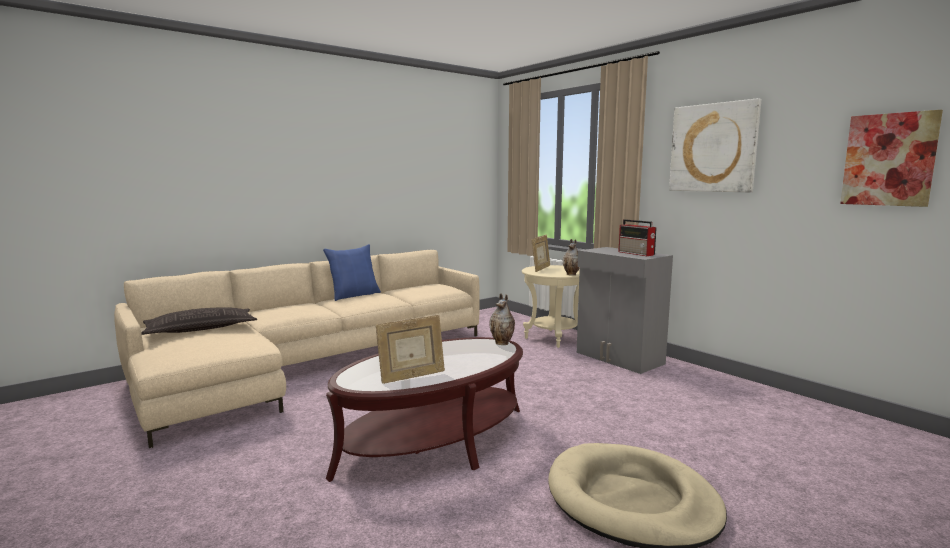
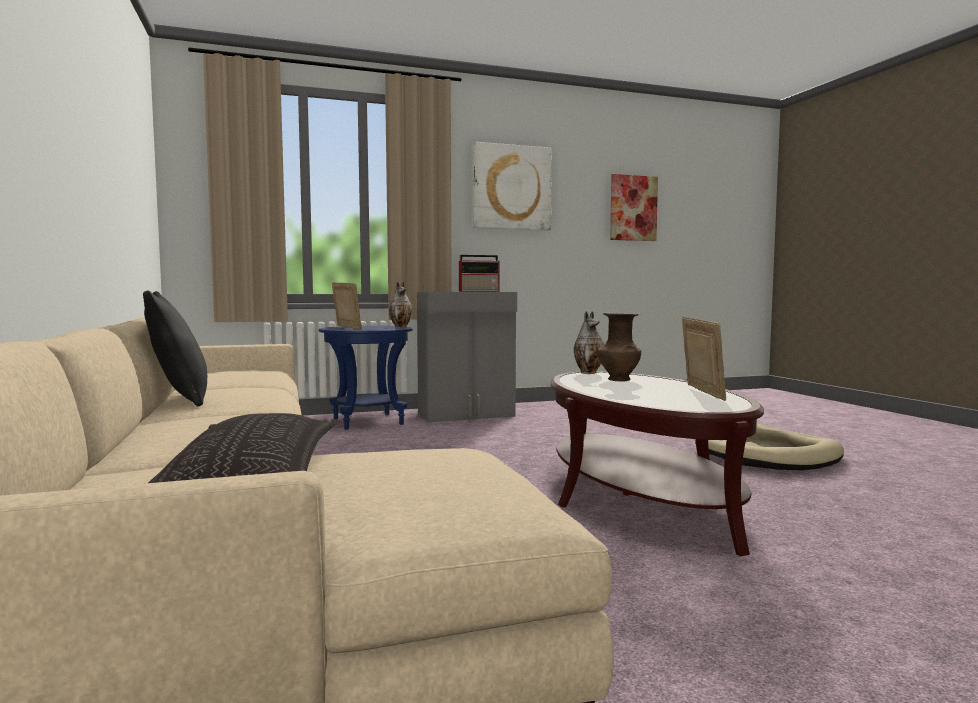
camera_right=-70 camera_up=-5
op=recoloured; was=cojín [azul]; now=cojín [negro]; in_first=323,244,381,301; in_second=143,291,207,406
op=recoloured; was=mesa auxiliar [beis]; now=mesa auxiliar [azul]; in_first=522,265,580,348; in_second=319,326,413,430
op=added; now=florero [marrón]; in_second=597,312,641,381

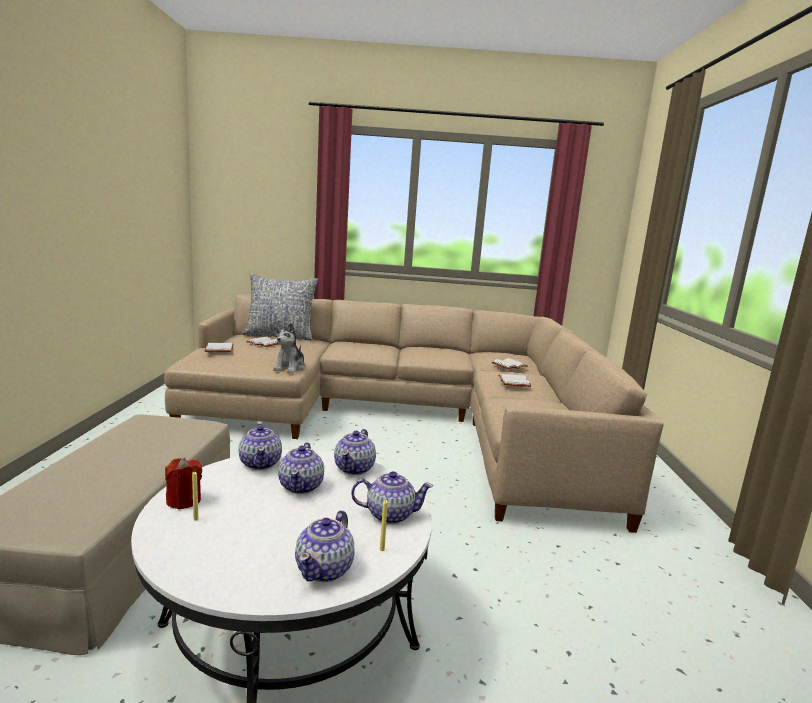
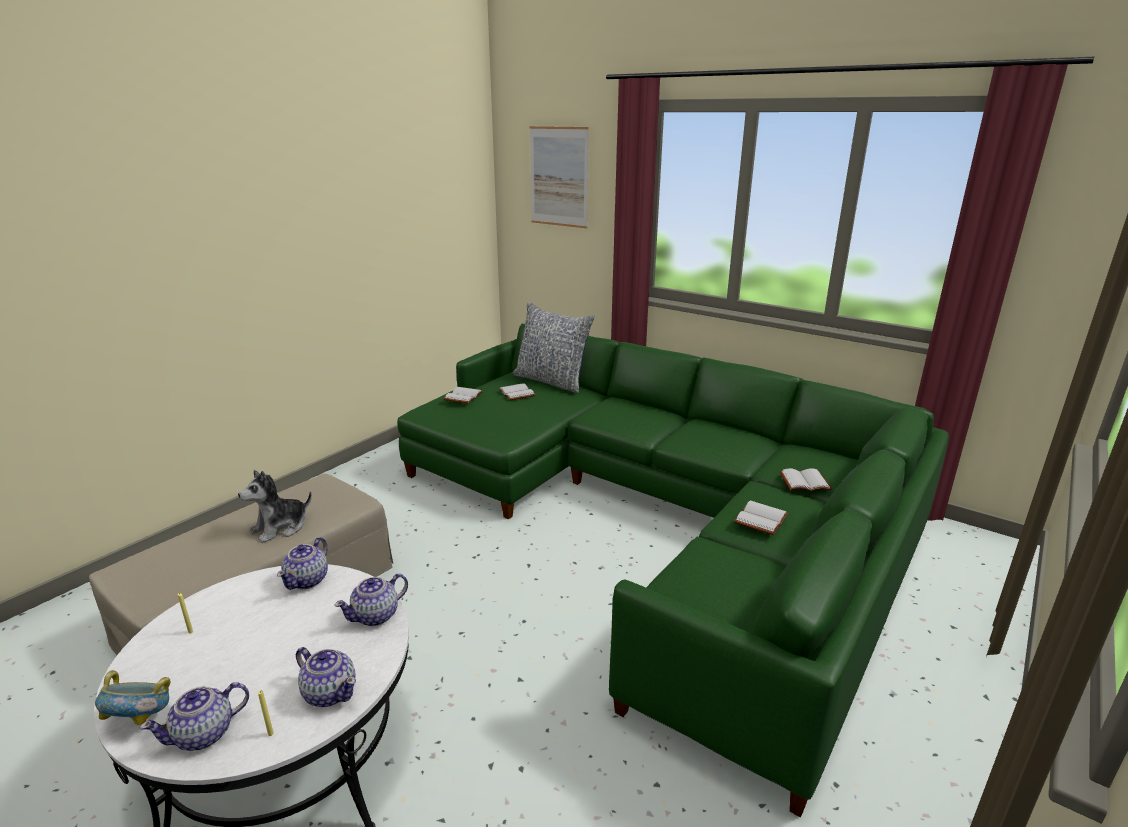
camera_right=35 camera_up=10
op=recoloured; was=sofá [beis]; now=sofá [verde]; in_first=164,294,664,533; in_second=397,324,949,818
op=removed; was=vela [rojo]; in_first=165,457,202,509
op=moved; was=peluche; in_first=273,323,305,373; in_second=238,470,312,543
op=removed; was=tetera; in_first=278,442,324,494
op=added; now=cuenco; in_second=95,670,170,725
op=added; now=cuadro; in_second=530,126,589,228

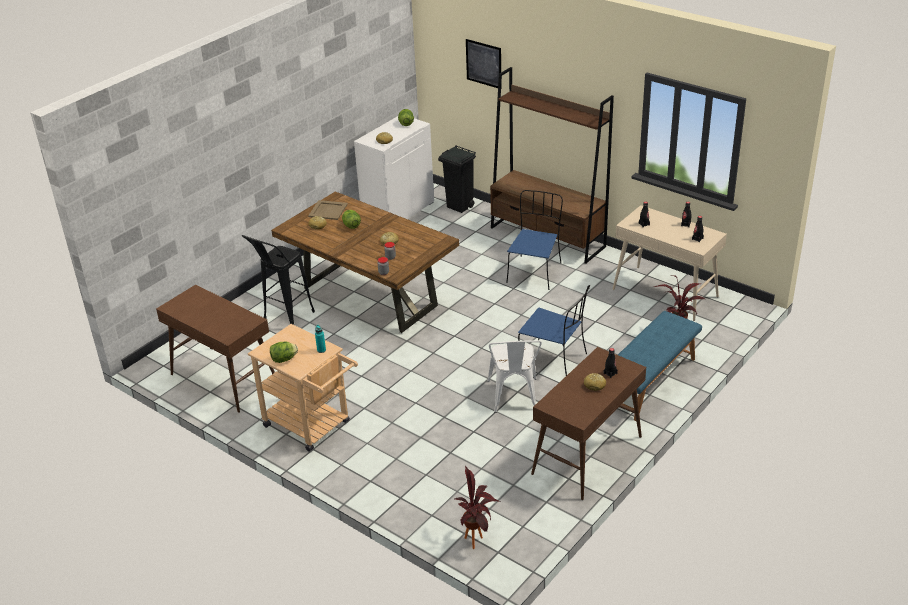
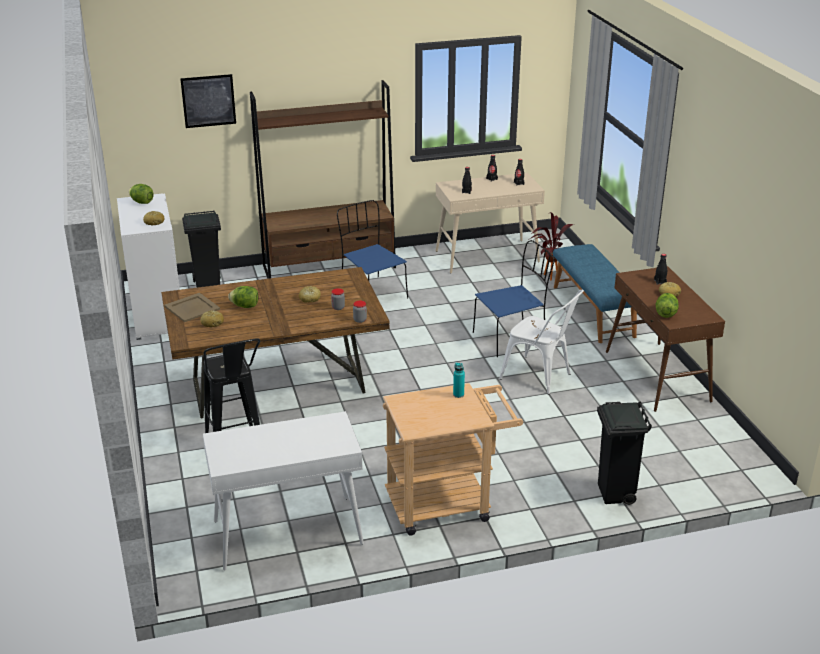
camera_right=-55 camera_up=-5
op=recoloured; was=mesa consola [marrón]; now=mesa consola [blanco]; in_first=156,285,275,413; in_second=203,411,364,571
op=moved; was=lechuga; in_first=270,342,298,363; in_second=656,293,679,318
op=removed; was=planta en maceta; in_first=453,465,500,549
op=added; now=papelera [negro]; in_second=597,401,652,505

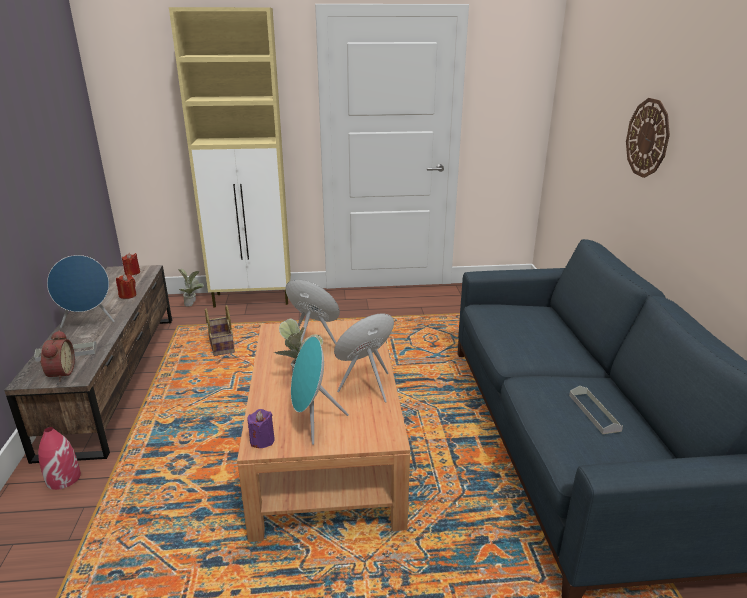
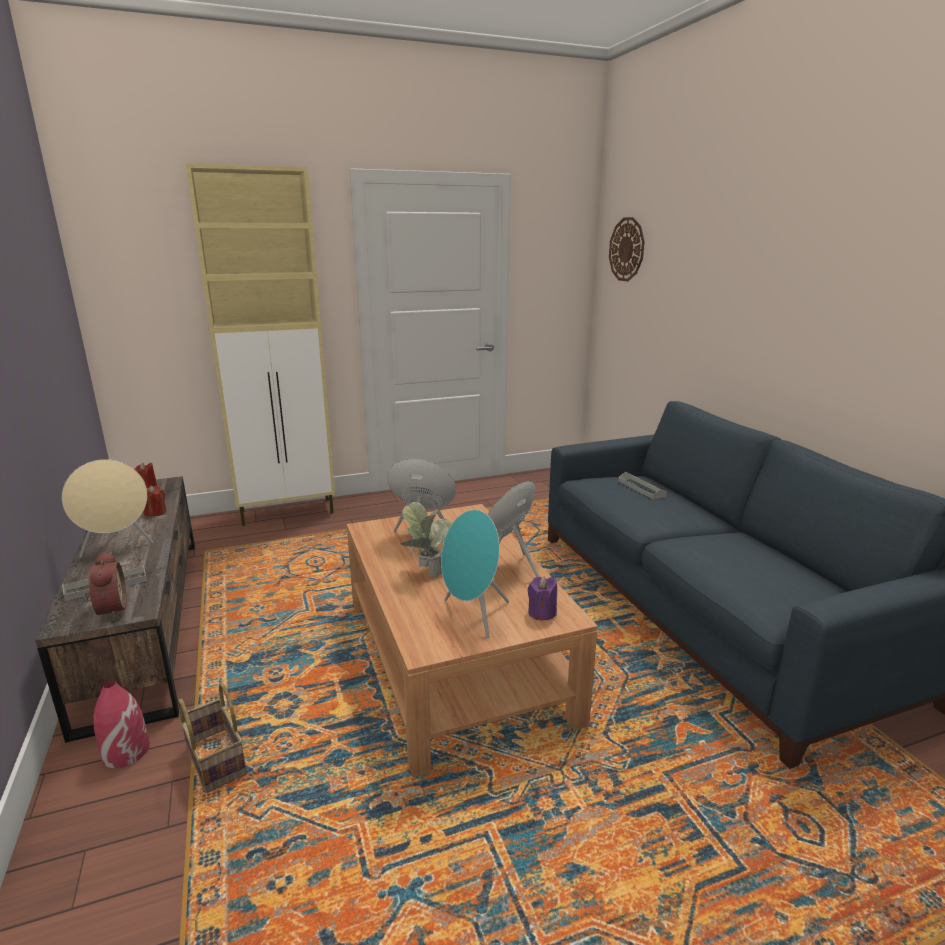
camera_right=-15 camera_up=-5
op=recoloured; was=altavoz [azul]; now=altavoz [beis]; in_first=47,255,115,328; in_second=62,459,154,558
op=removed; was=planta en maceta; in_first=179,269,204,306
op=moved; was=cesta; in_first=205,305,235,356; in_second=178,683,247,793
op=moved; was=vela [morado]; in_first=247,409,275,448; in_second=528,577,557,620
op=moved; was=bandeja [gris]; in_first=569,386,623,434; in_second=618,472,667,499
op=moved; was=reloj de pared; in_first=626,98,670,178; in_second=609,217,645,281

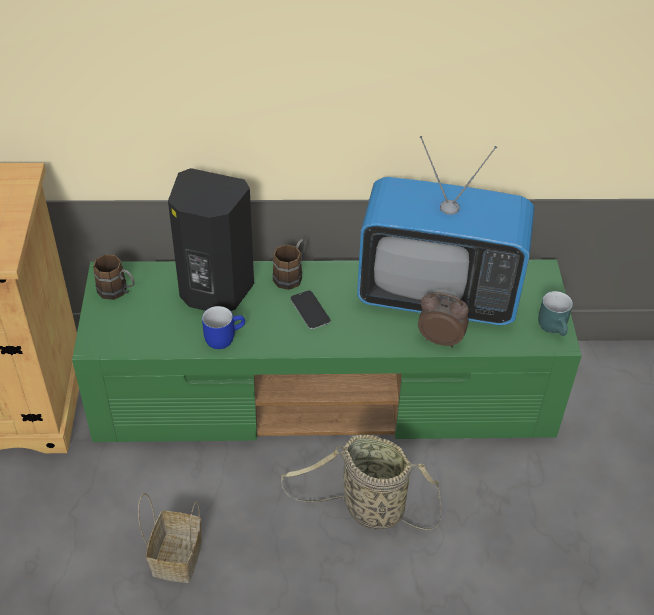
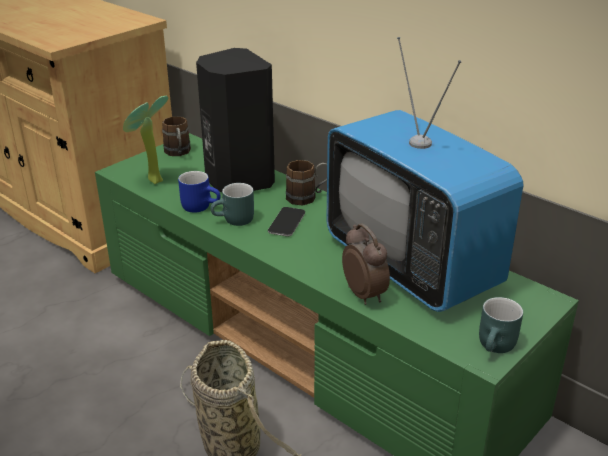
camera_right=45 camera_up=-15
op=removed; was=cesta; in_first=138,493,202,583
op=added; now=planta en maceta; in_second=123,96,168,184
op=added; now=taza grande [turquesa]; in_second=211,183,254,226

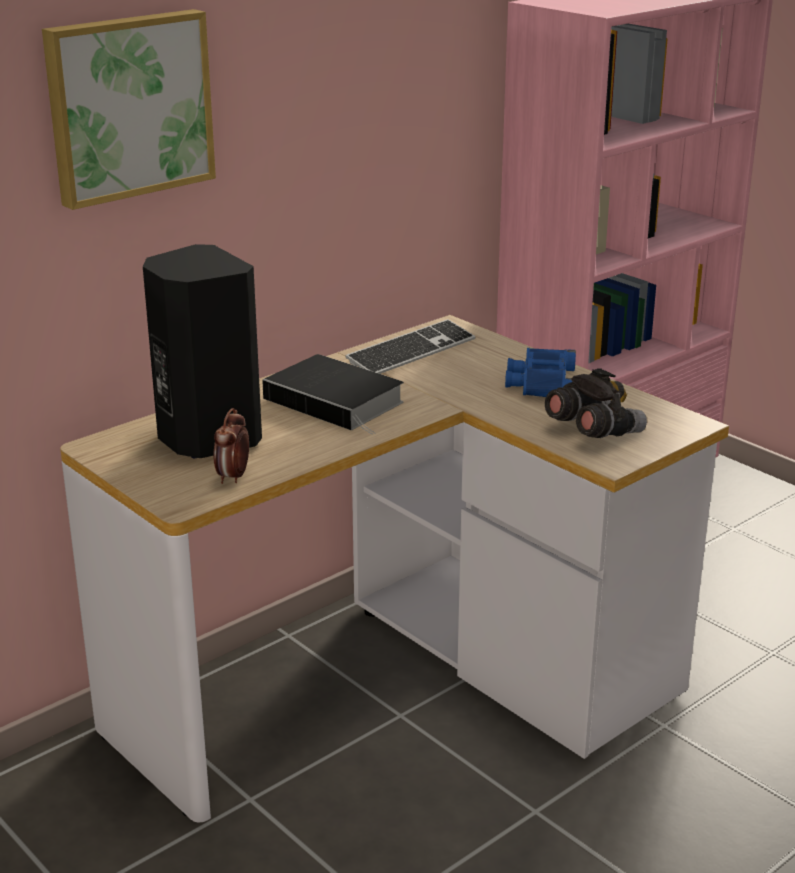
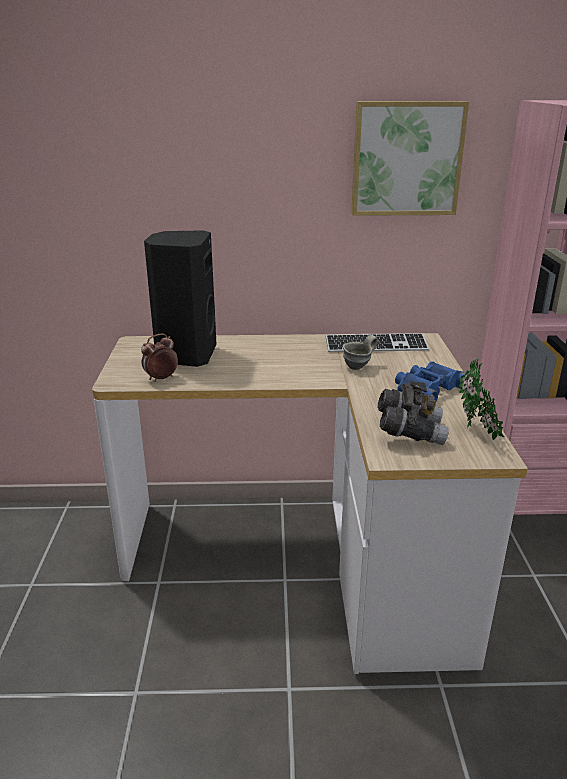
camera_right=40 camera_up=0
op=moved; was=cuadro; in_first=42,9,216,210; in_second=351,101,469,216
op=removed; was=libro; in_first=262,354,404,435
op=added; now=taza grande [gris]; in_second=343,335,378,370
op=added; now=planta en maceta; in_second=458,359,505,440

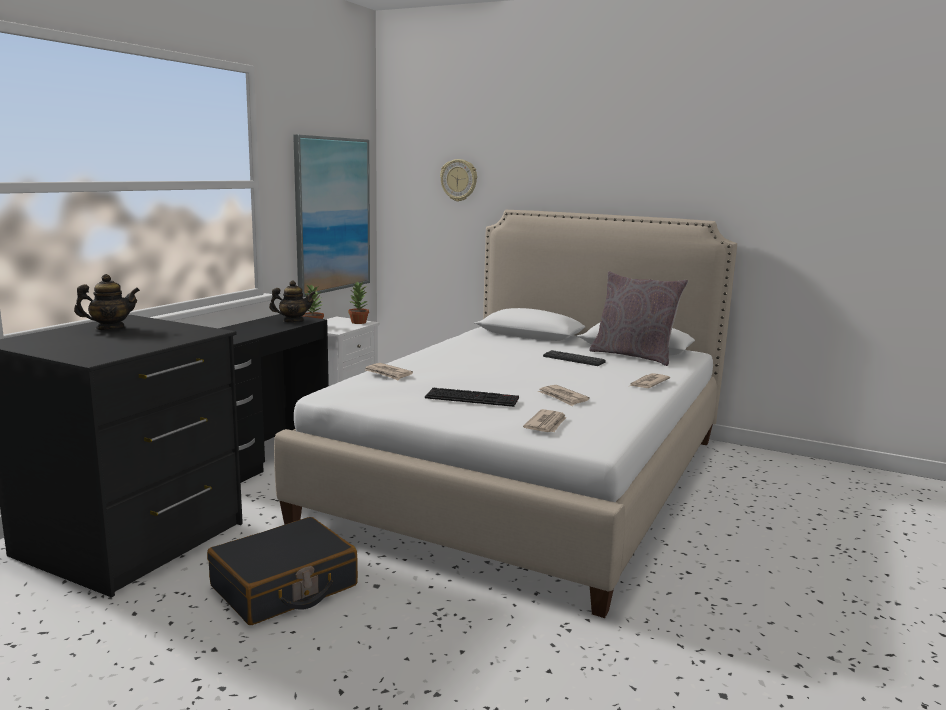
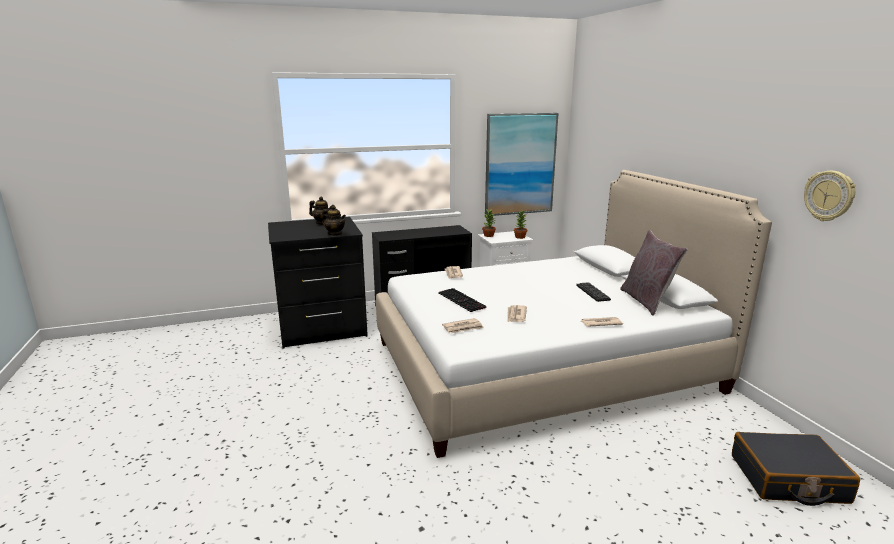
camera_right=45 camera_up=5
op=moved; was=maleta [negro]; in_first=207,517,358,625; in_second=732,432,860,506
op=moved; was=tetera; in_first=269,280,316,322; in_second=322,205,346,235
op=moved; was=reloj de pared; in_first=440,159,477,202; in_second=804,171,856,221

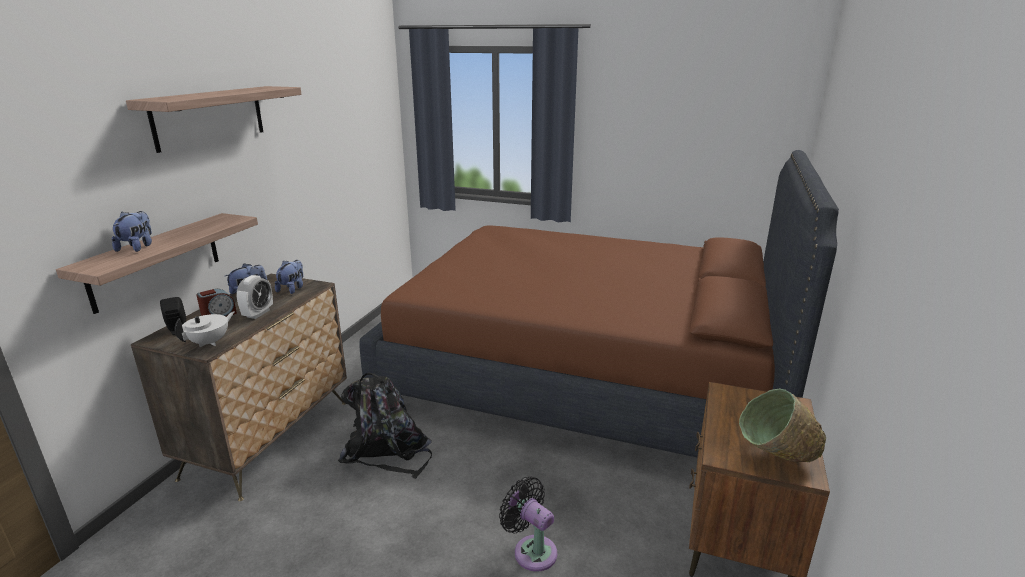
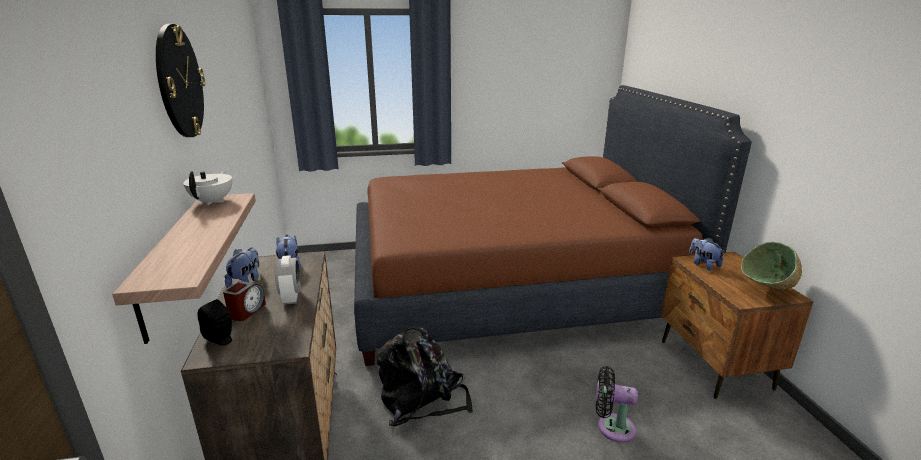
camera_right=-30 camera_up=0
op=moved; was=peluche; in_first=112,211,152,252; in_second=689,238,725,271
op=replaced; was=estante; now=reloj de pared; in_first=126,86,302,153; in_second=156,24,205,137
op=moved; was=tetera [blanco]; in_first=174,311,235,347; in_second=183,170,232,206

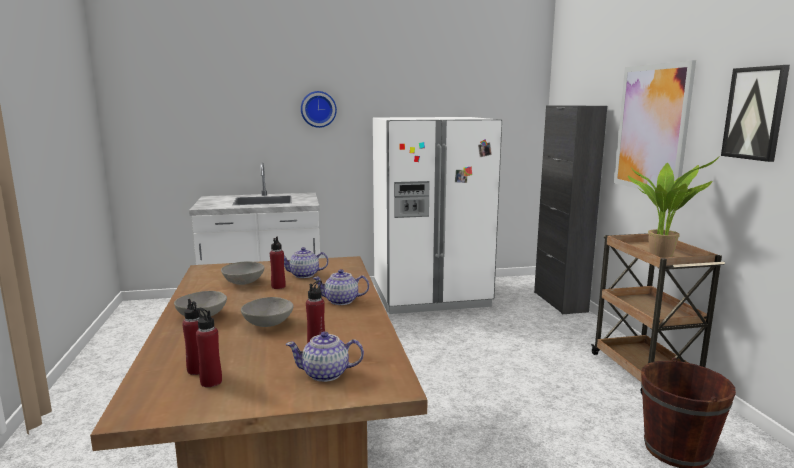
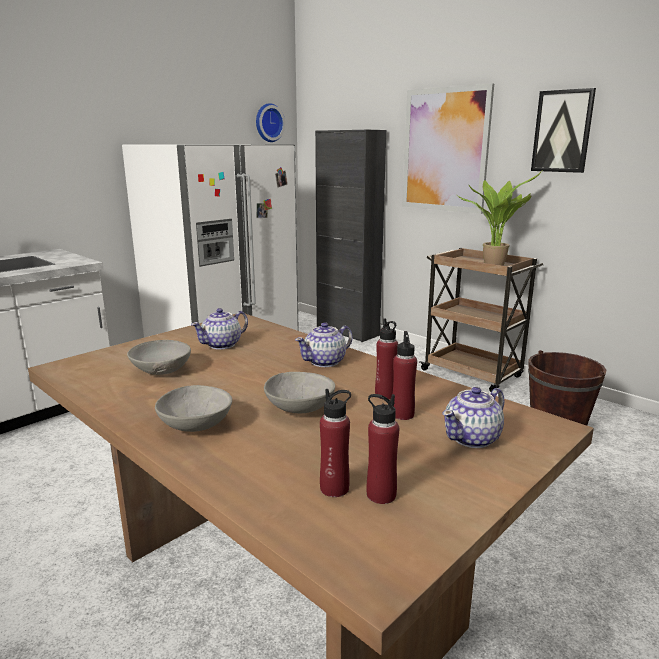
camera_right=-35 camera_up=5
op=moved; was=botella [rojo]; in_first=270,236,286,289; in_second=375,318,398,400
op=moved; was=reloj de pared; in_first=301,91,337,128; in_second=256,103,285,142

